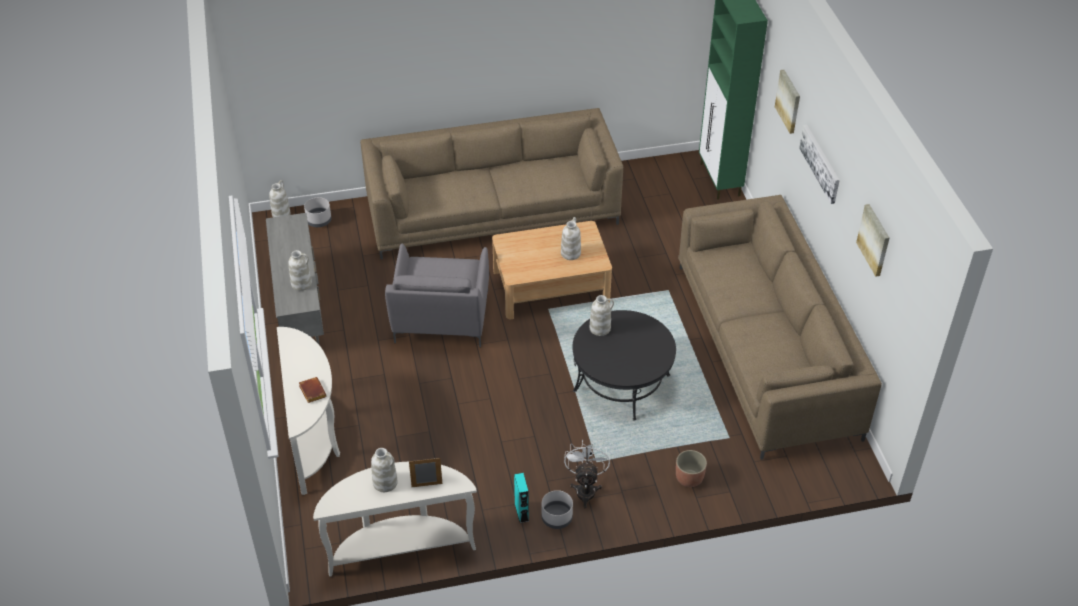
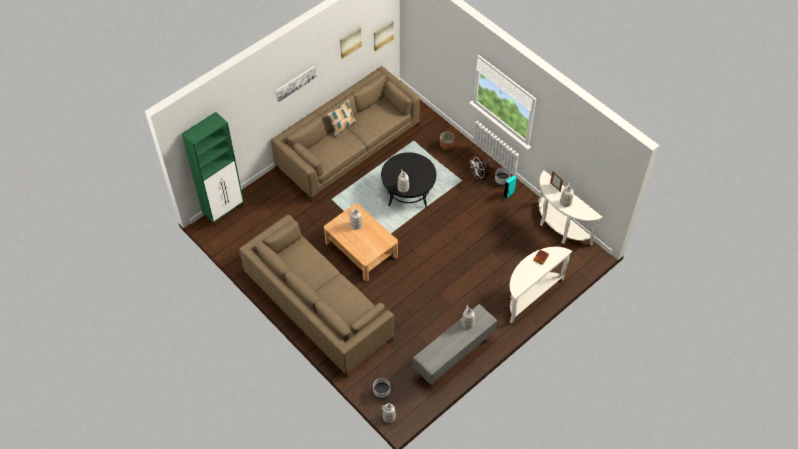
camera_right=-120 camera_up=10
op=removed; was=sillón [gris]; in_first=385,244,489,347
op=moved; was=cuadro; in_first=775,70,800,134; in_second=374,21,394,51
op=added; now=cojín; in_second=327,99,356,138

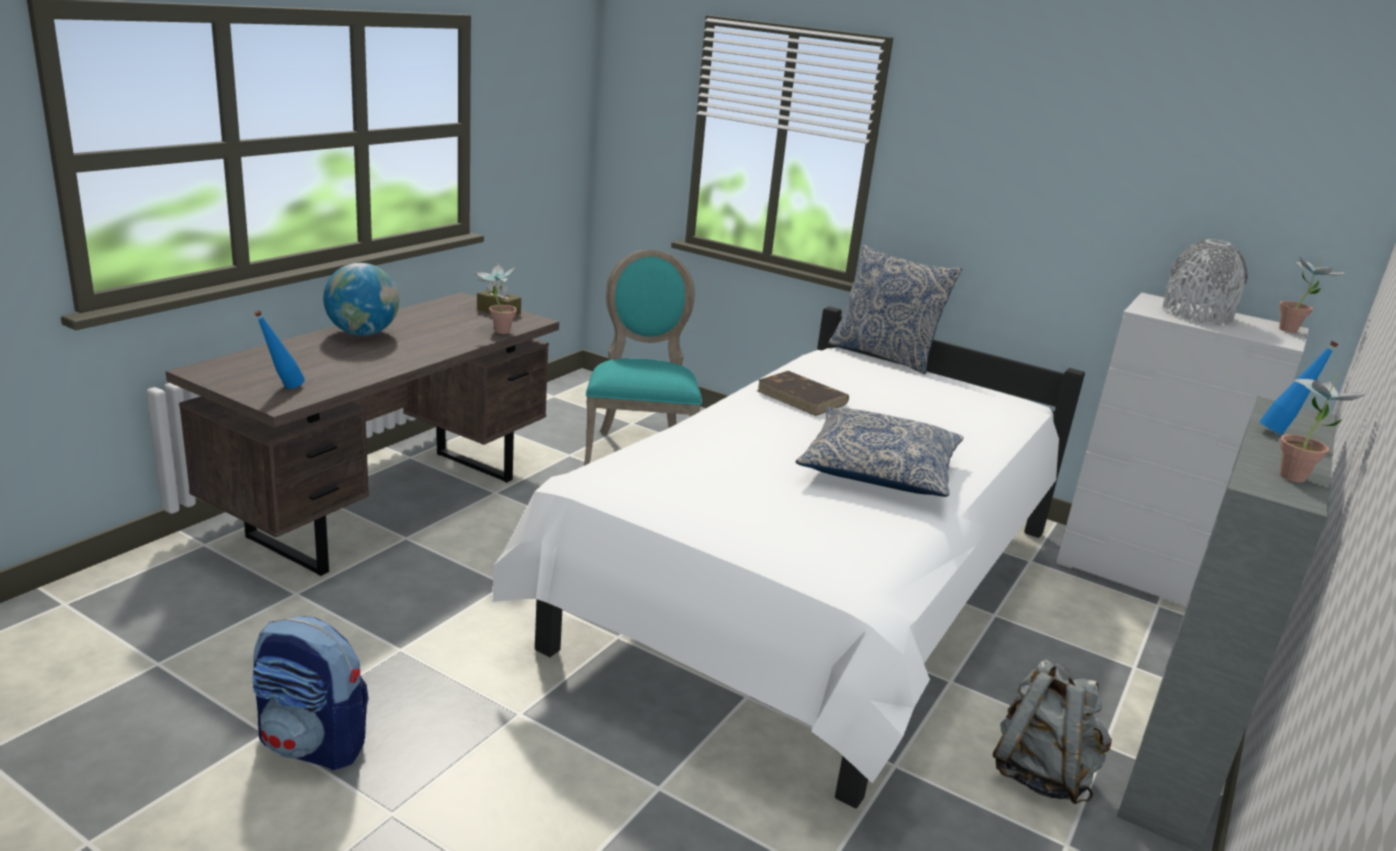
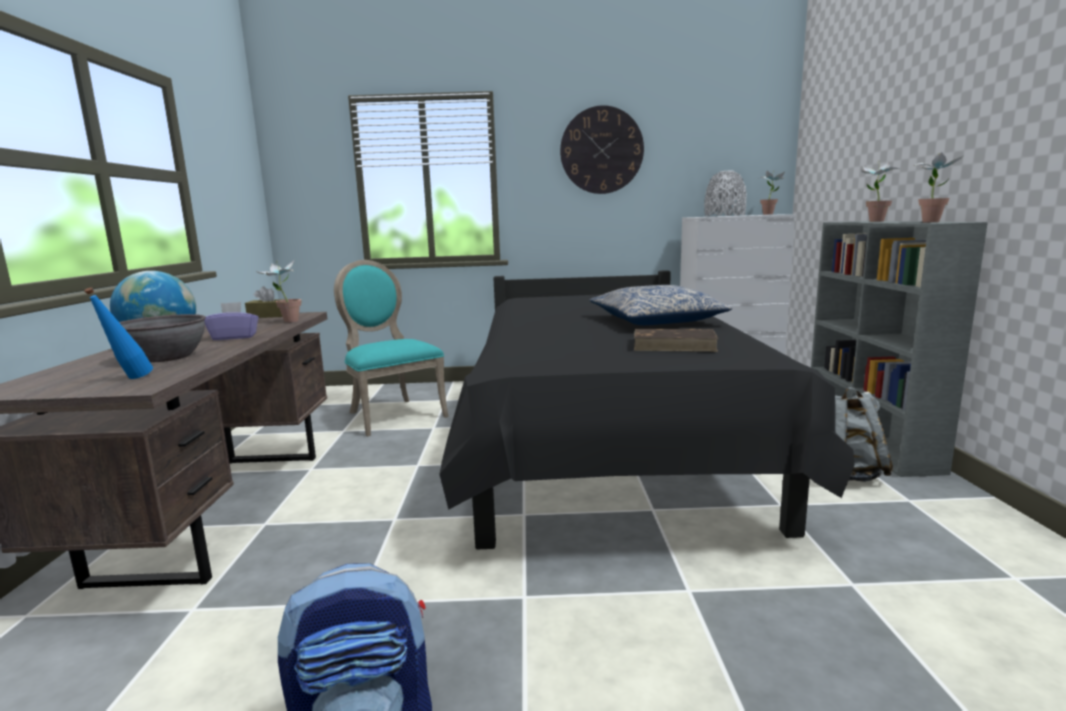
camera_right=-30 camera_up=-10
op=recoloured; was=cama [blanco]; now=cama [negro]; in_first=493,306,1085,809; in_second=439,270,854,549
op=moved; was=libro [marrón]; in_first=757,371,849,416; in_second=634,329,718,352
op=removed; was=cojín; in_first=829,245,962,374
op=replaced; was=botella [azul]; now=planta en maceta; in_first=1259,341,1339,435; in_second=861,160,899,222
op=added; now=cuenco [gris]; in_second=119,314,206,363
op=added; now=caja de pañuelos [morado]; in_second=204,302,259,340
op=added; now=reloj de pared; in_second=560,105,644,194

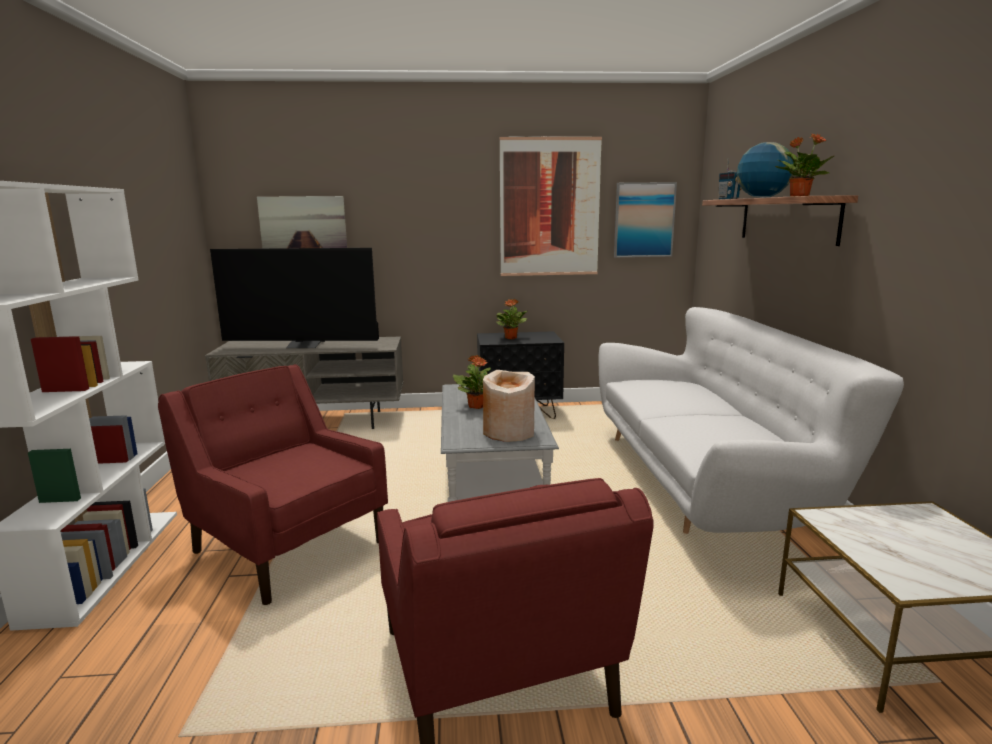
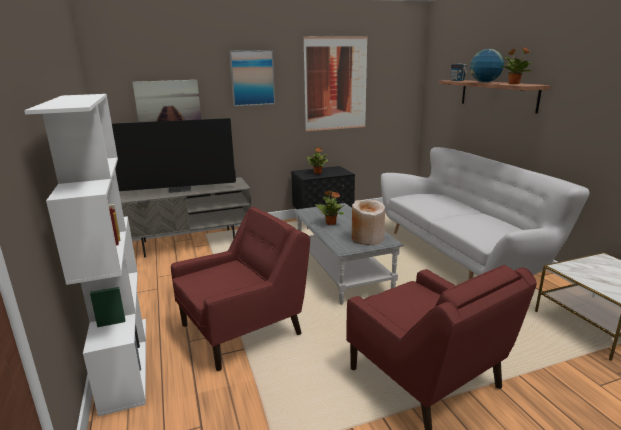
camera_right=-15 camera_up=5
op=turned; was=sillón [rojo]; in_first=158,364,388,605; in_second=171,207,310,371; clockwise=120
op=moved; was=cuadro; in_first=614,182,677,257; in_second=229,50,275,106

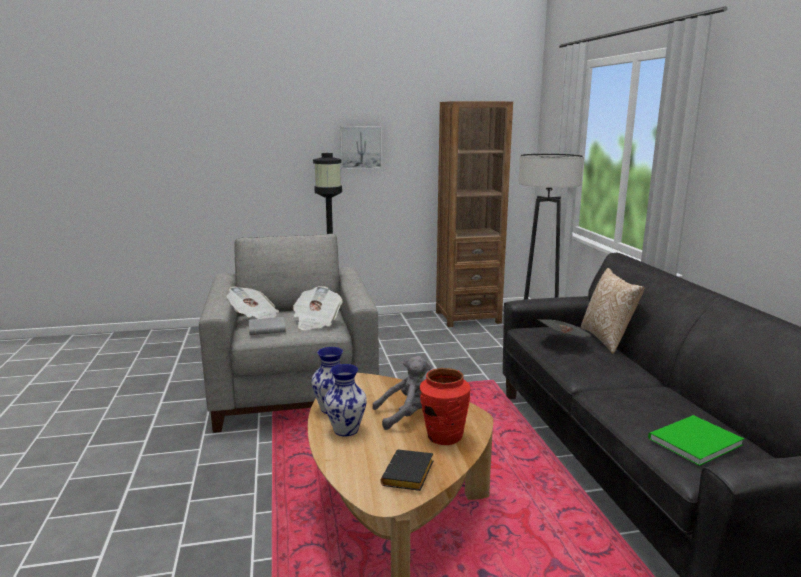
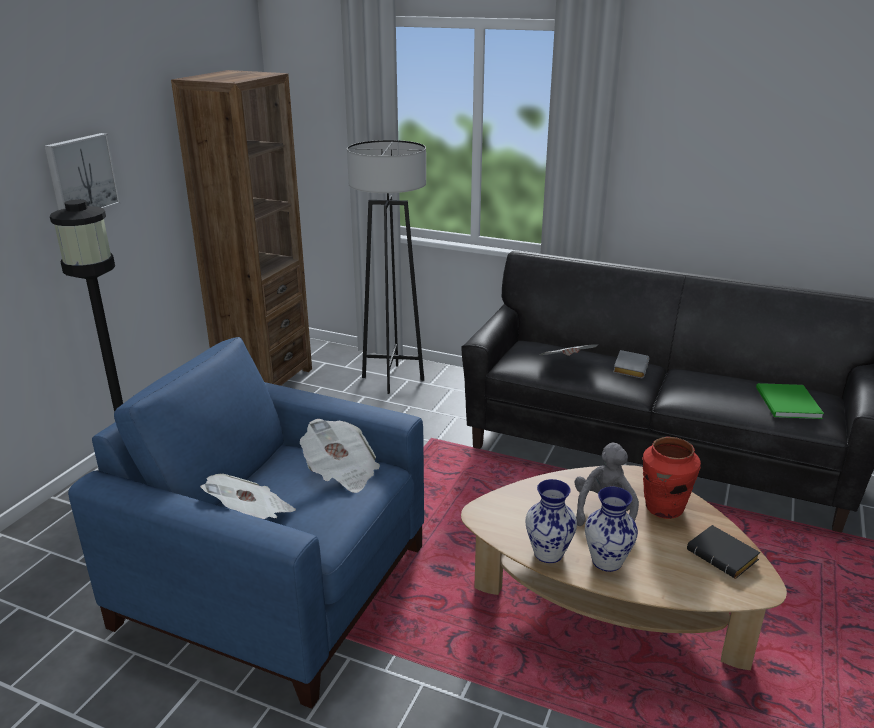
camera_right=-55 camera_up=10
op=recoloured; was=sillón [gris]; now=sillón [azul]; in_first=199,234,379,433; in_second=68,337,424,709
op=moved; was=libro [gris]; in_first=249,317,286,335; in_second=613,350,649,378
op=removed; was=cojín; in_first=581,268,644,354

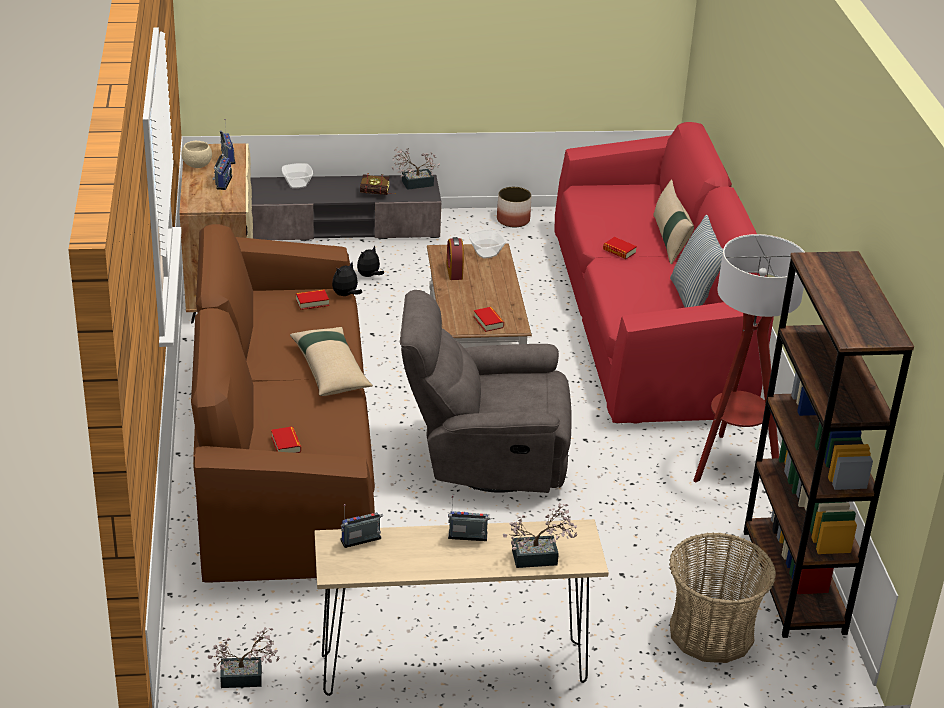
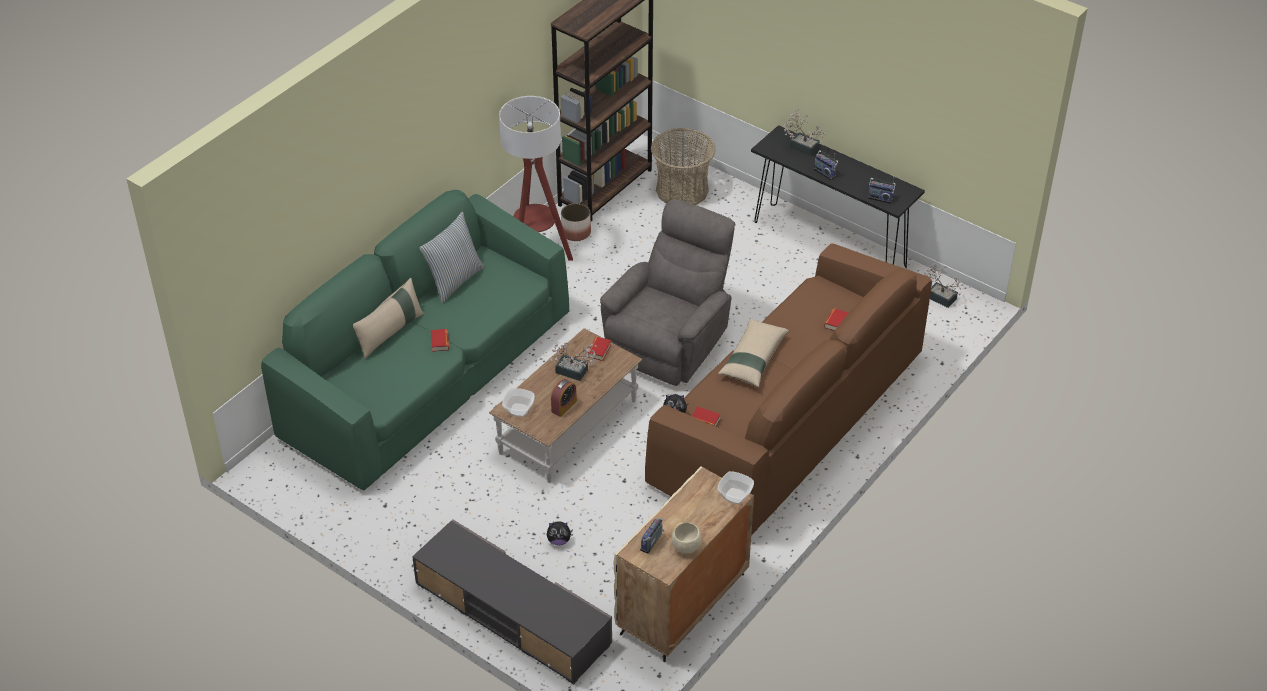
camera_right=-135 camera_up=10
op=removed; was=radio; in_first=213,143,232,190
op=moved; was=cuenco; in_first=282,163,313,189; in_second=718,471,754,504
op=recoloured; was=mesa consola [beis]; now=mesa consola [negro]; in_first=314,519,609,696; in_second=751,125,925,268
op=removed; was=libro; in_first=360,174,396,195
op=moved; was=planta en maceta; in_first=392,147,440,190; in_second=550,342,597,381
op=turned; was=sillón [gris]; in_first=400,290,572,493; in_second=600,199,736,386; clockwise=-105
op=moved; was=maceta; in_first=497,187,532,227; in_second=561,203,591,241
op=recoloured; was=sofá [rojo]; now=sofá [verde]; in_first=554,122,774,424; in_second=261,190,569,491

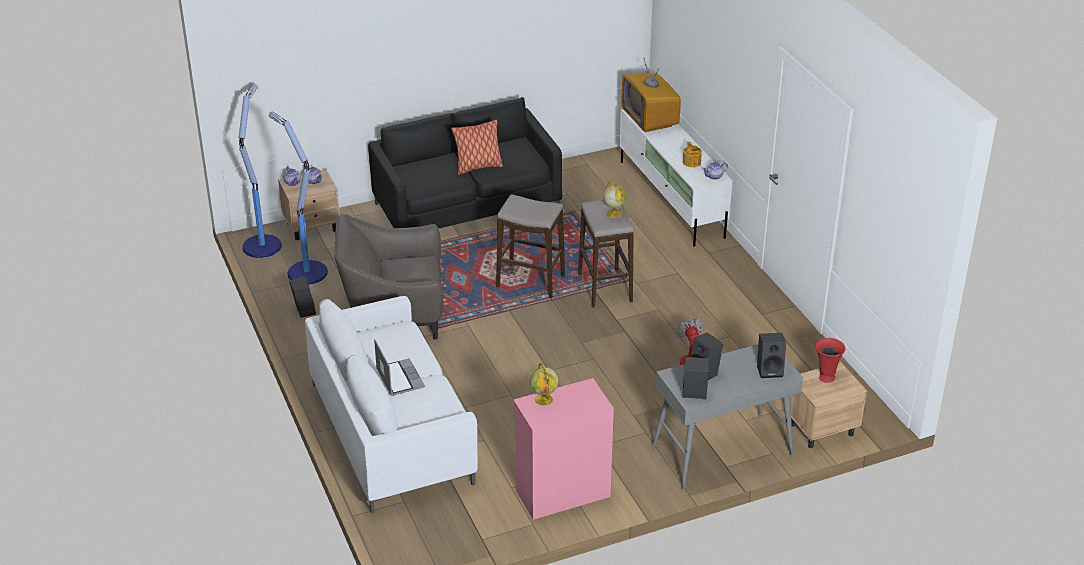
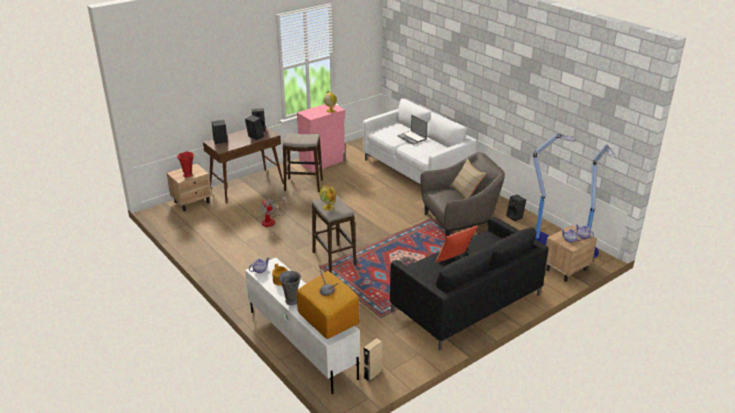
camera_right=165 camera_up=-5
op=moved; was=taburete; in_first=496,194,565,299; in_second=283,133,323,192
op=recoloured; was=mesa consola [gris]; now=mesa consola [marrón]; in_first=652,344,803,490; in_second=203,126,284,204
op=added; now=florero [gris]; in_second=279,271,301,305
op=added; now=altavoz [beis]; in_second=364,338,382,382
op=added; now=cojín [beis]; in_second=450,159,486,199

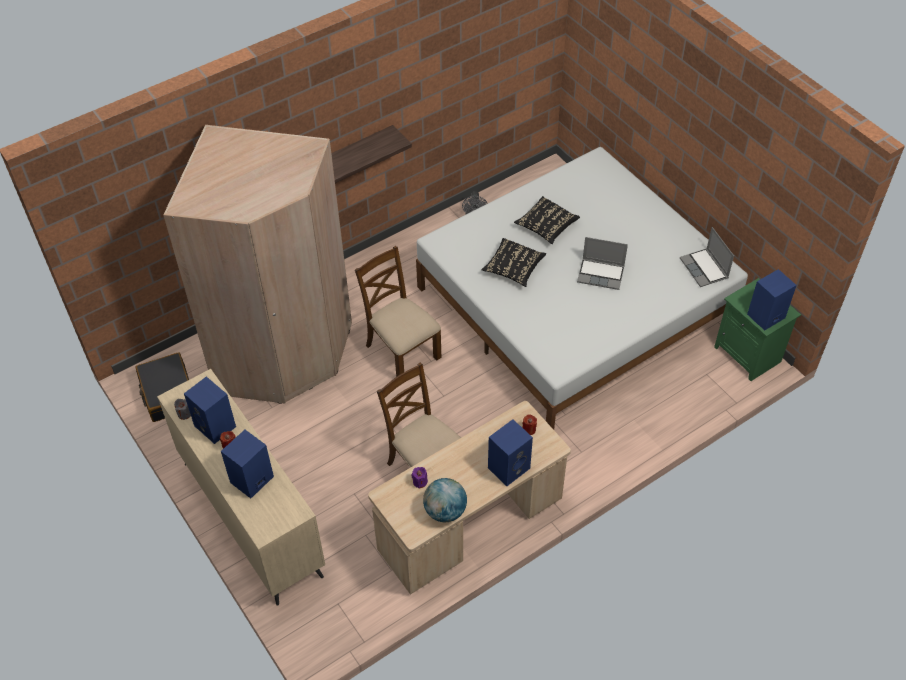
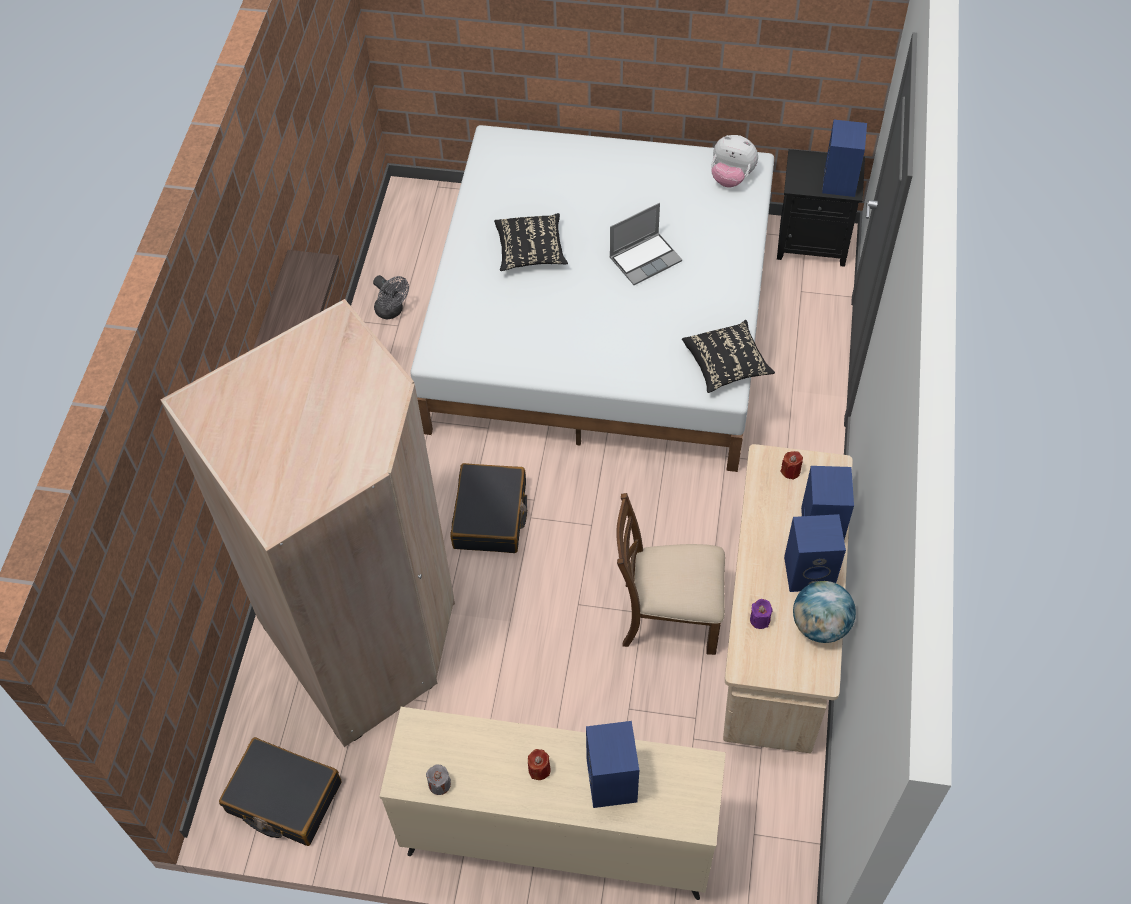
camera_right=-45 camera_up=5
op=moved; was=altavoz [azul]; in_first=184,377,236,444; in_second=784,514,846,592
op=replaced; was=silla [marrón]; now=maleta [negro]; in_first=355,246,441,377; in_second=450,463,527,553
op=moved; was=cojín [negro]; in_first=481,238,546,287; in_second=682,320,775,393
op=replaced; was=portátil; now=peluche; in_first=680,227,734,287; in_second=711,135,758,188
op=recoloured; was=mesita de noche [verde]; now=mesita de noche [negro]; in_first=714,278,801,381; in_second=777,149,865,267

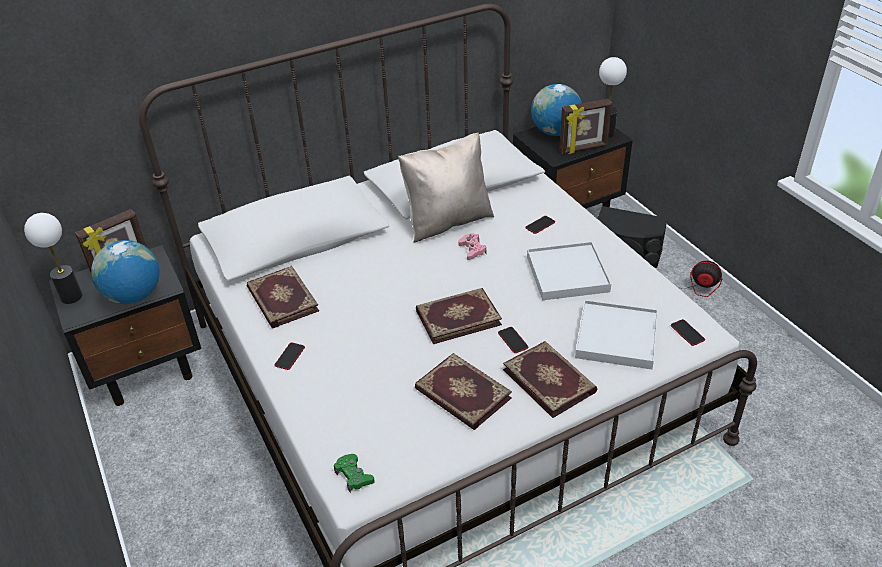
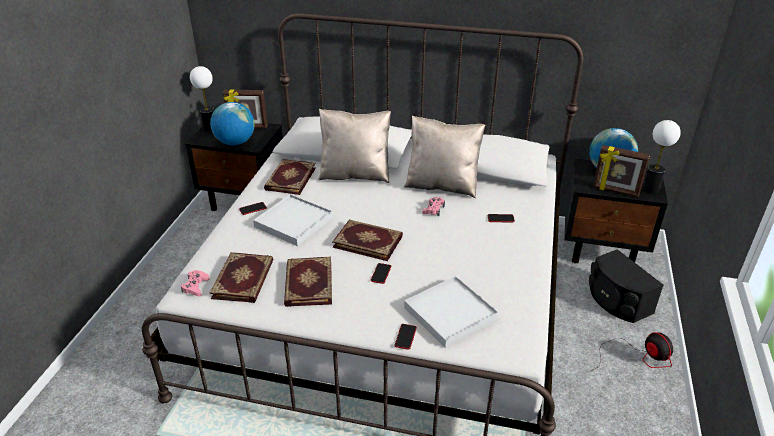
camera_right=40 camera_up=-5
op=recoloured; was=mando de consola [verde]; now=mando de consola [rosa]; in_first=334,454,375,492; in_second=181,270,209,296
op=moved; was=libro; in_first=503,341,597,418; in_second=210,252,273,303
op=moved; was=bandeja [blanco]; in_first=527,242,611,300; in_second=253,194,333,246
op=moved; was=móvil; in_first=671,319,705,346; in_second=394,324,417,350
op=added; now=cojín [beis]; in_second=318,109,391,183

